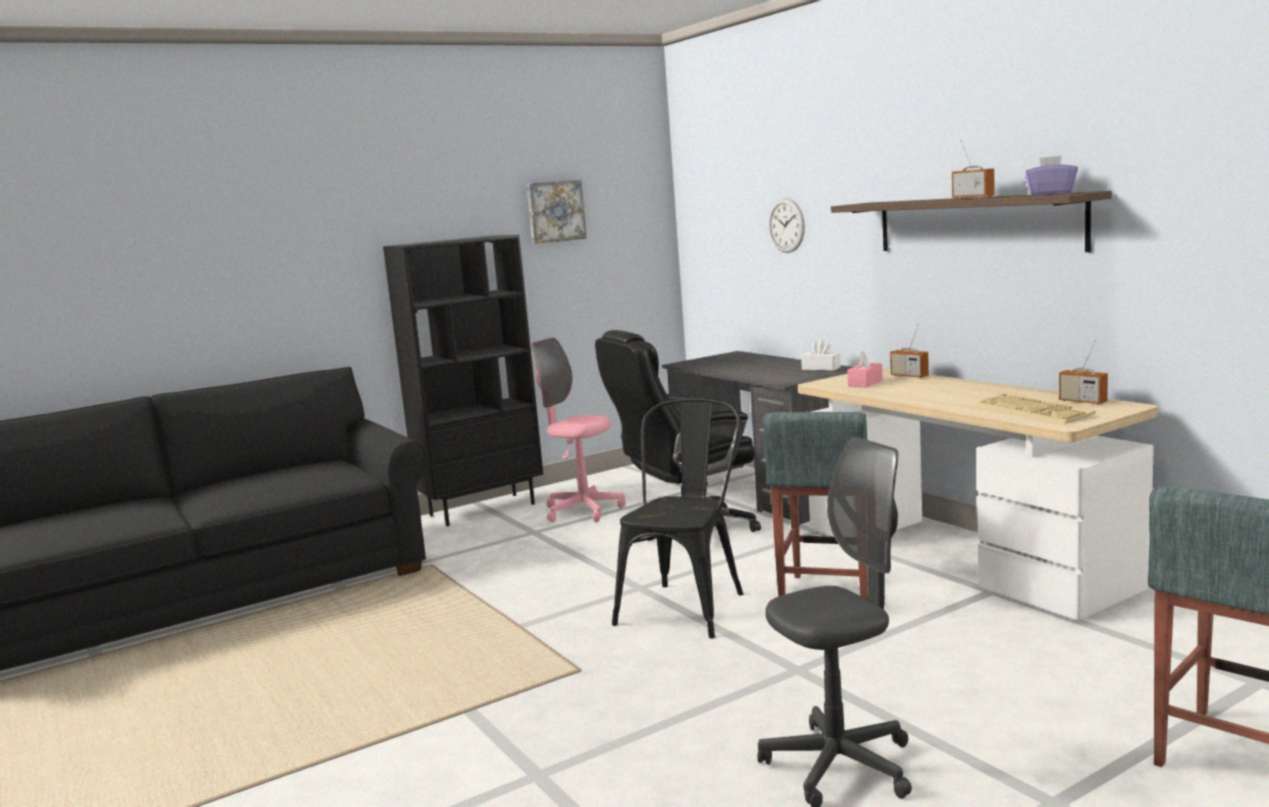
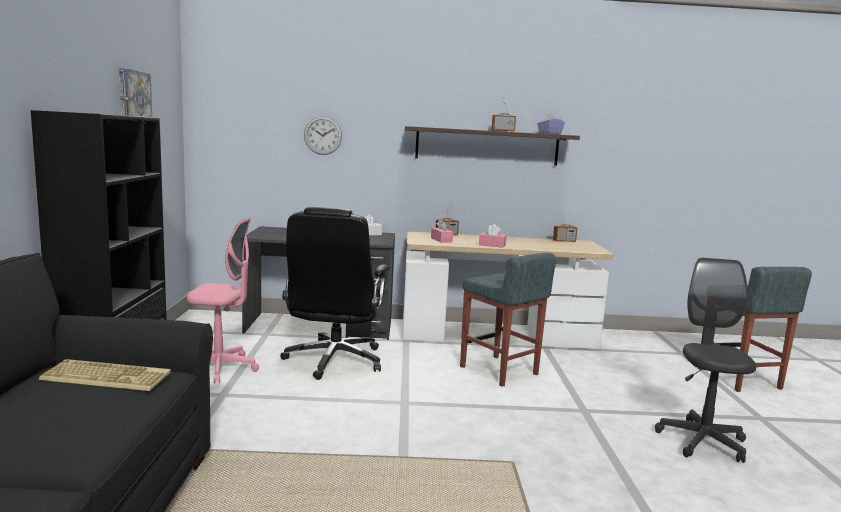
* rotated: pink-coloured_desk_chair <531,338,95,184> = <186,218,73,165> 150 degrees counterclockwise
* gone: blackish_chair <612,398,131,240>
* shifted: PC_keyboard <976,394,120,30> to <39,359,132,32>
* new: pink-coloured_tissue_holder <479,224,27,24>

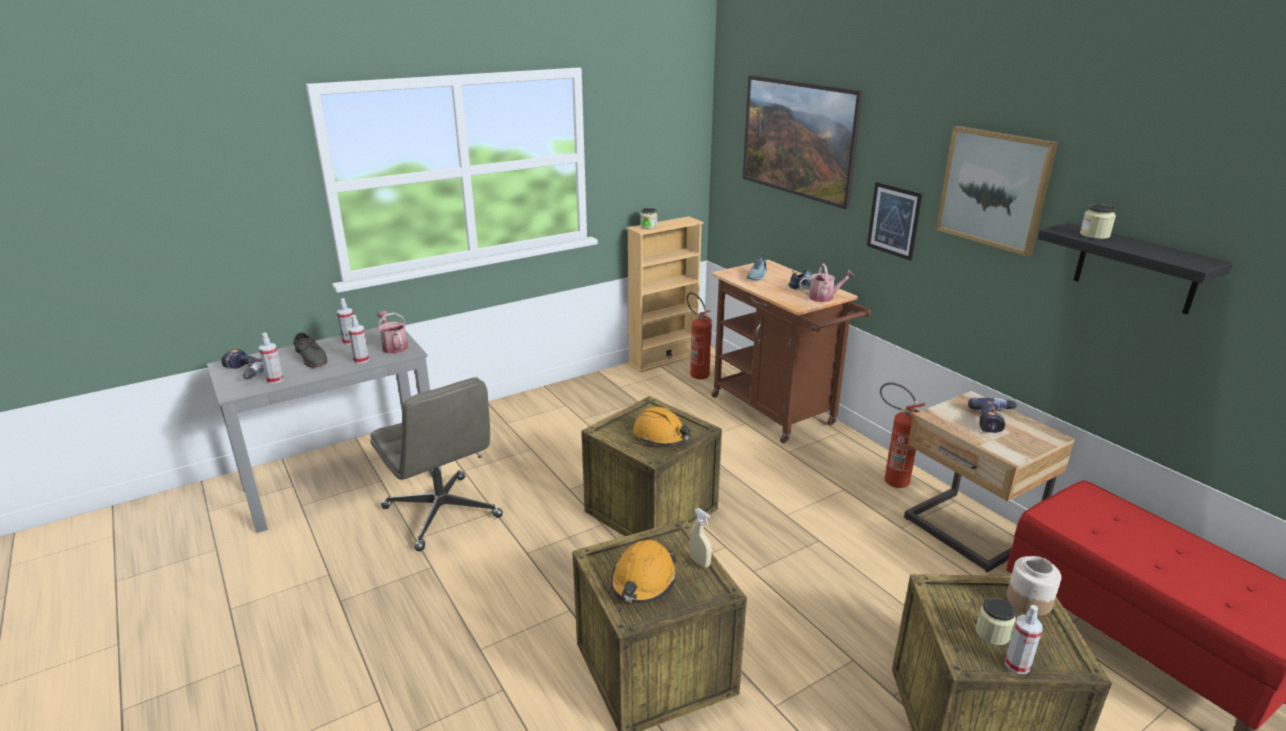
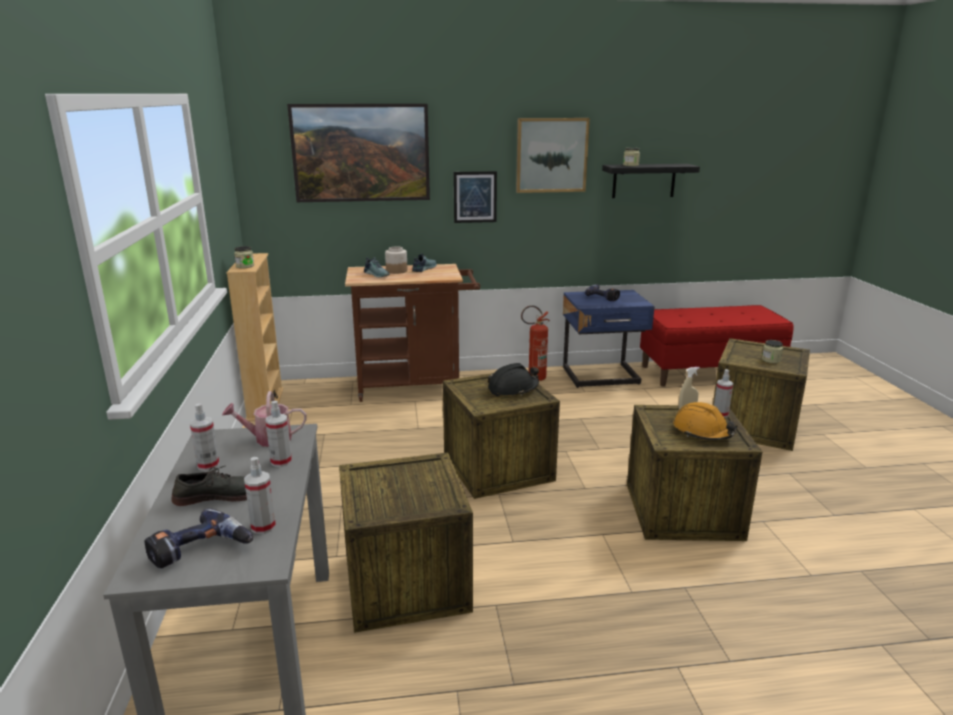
* swapped: grey_desk_chair <370,377,133,174> to crate <339,452,134,181>
* repainted: orangey_work_helmet <633,407,58,39> to blackish_work_helmet <488,363,51,33>
* gone: fire_extinguisher <686,292,26,87>
* gone: watering_pot <799,263,56,39>
* repainted: sand-coloured_bedside_table <904,391,171,181> to blue-coloured_bedside_table <563,290,92,98>
* shifted: spray_bottle <1005,605,38,69> to <714,369,19,49>
* shifted: preserve_jar <1007,556,54,60> to <385,247,23,27>

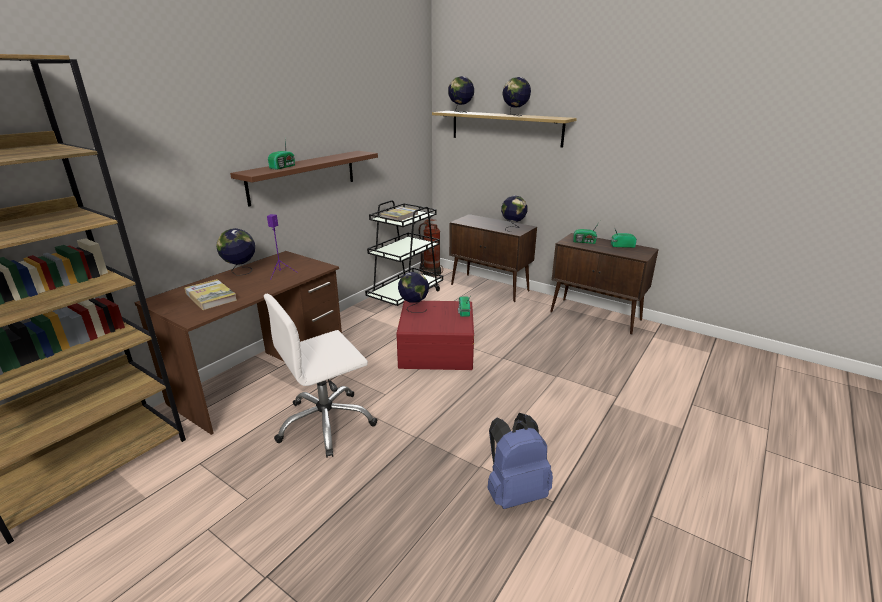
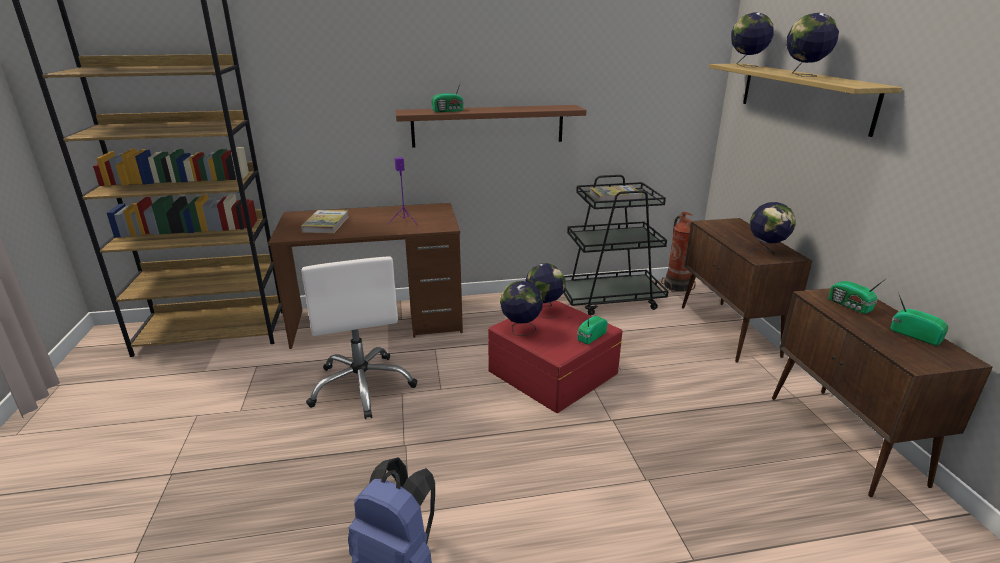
* shifted: globe <216,228,39,48> to <500,281,43,55>
* rotated: whitish_desk_chair <264,294,113,164> = <301,256,116,163> 120 degrees counterclockwise

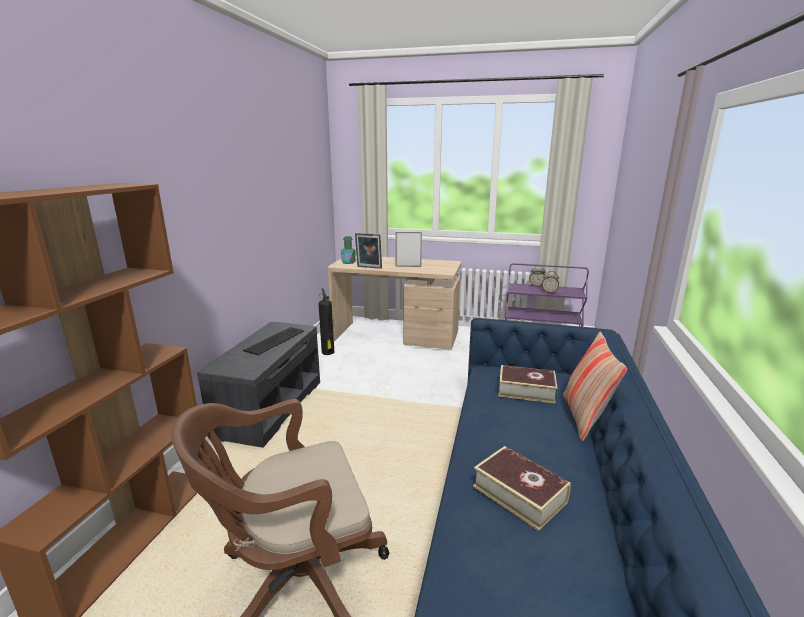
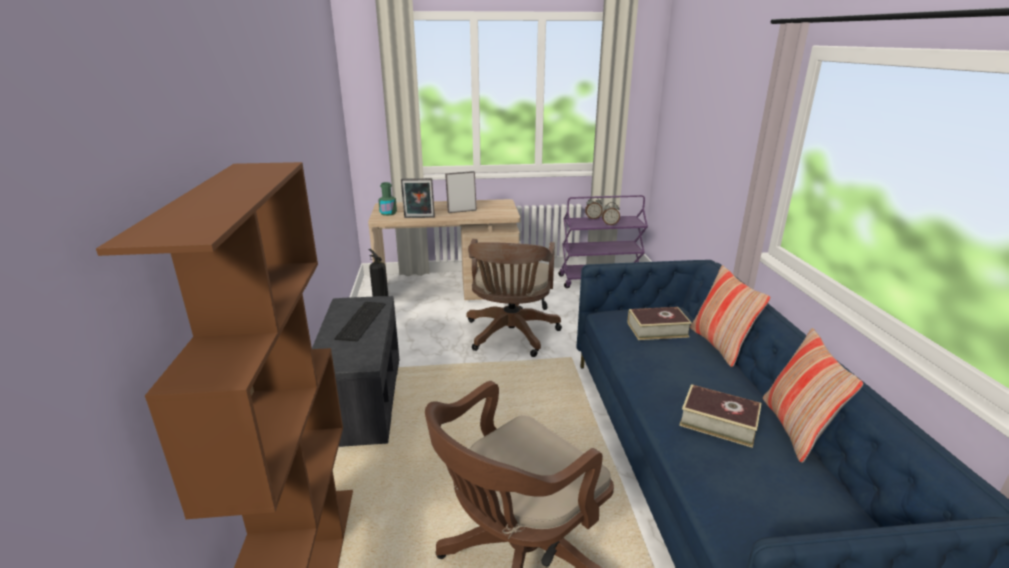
* new: brown_desk_chair <466,239,96,118>
* new: throw_pillow <763,328,100,135>

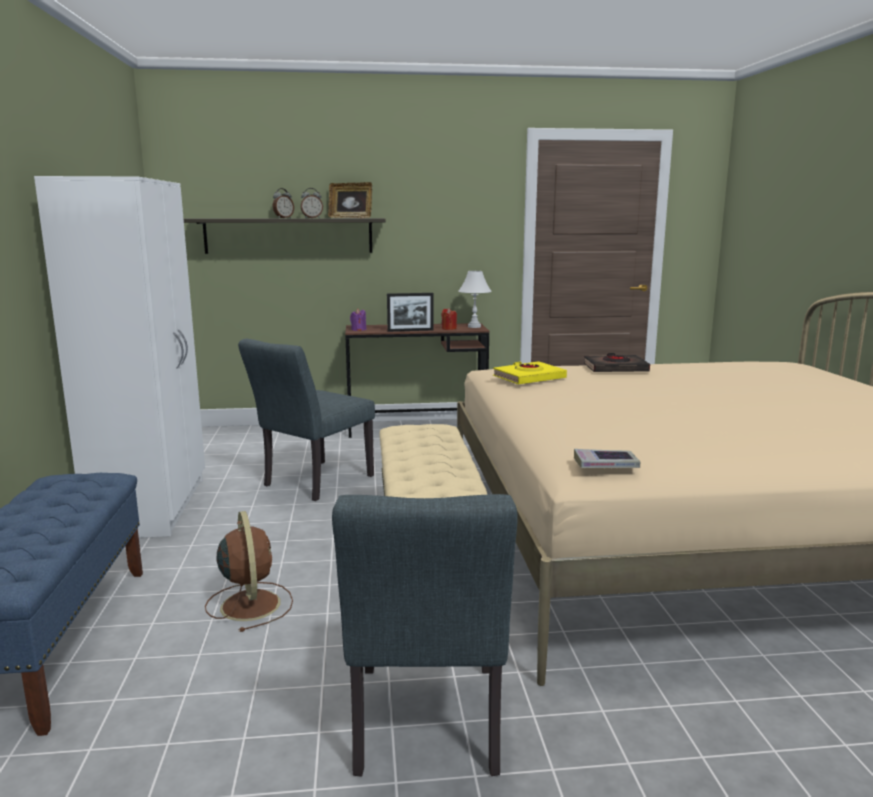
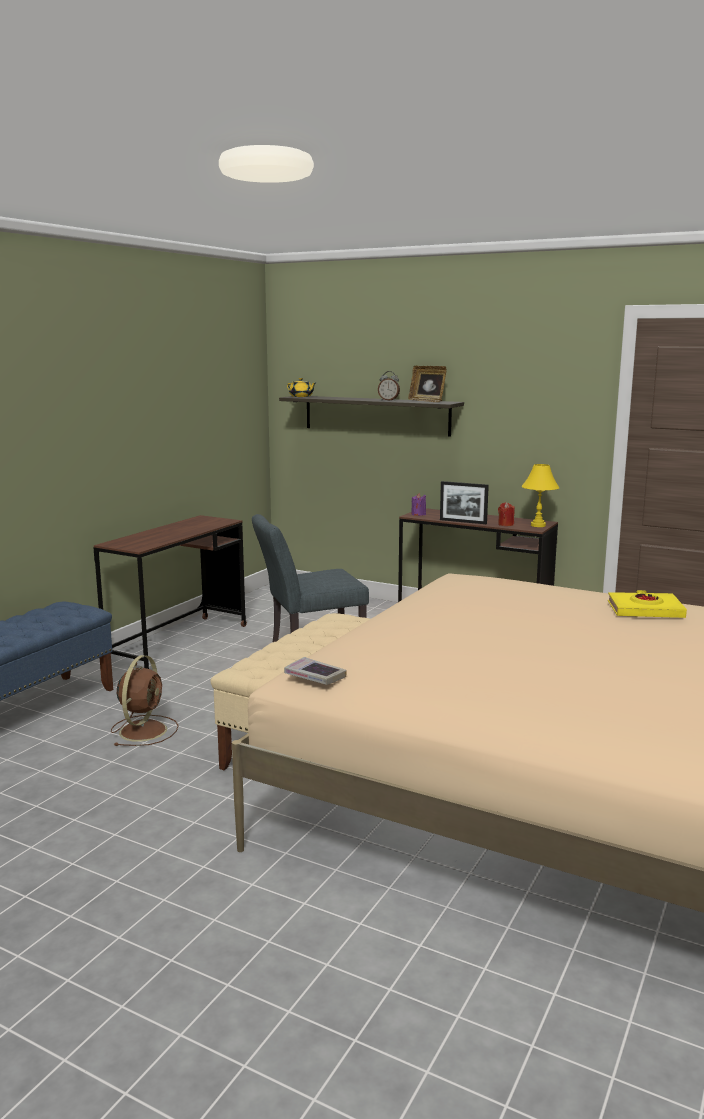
* swapped: whitish_armoire <34,176,171,362> to brown_desk_table <93,515,154,154>
* gone: table_clock <273,188,21,30>
* gone: grey_chair <332,494,186,283>
* repainted: whitish_tabletop_lamp <458,271,34,57> to yellow_tabletop_lamp <522,464,38,63>
* shifted: yellow_book <493,361,74,23> to <608,590,79,28>
* gone: blackish_book <584,353,66,19>
* new: yellow_pot_for_tea <287,378,29,19>

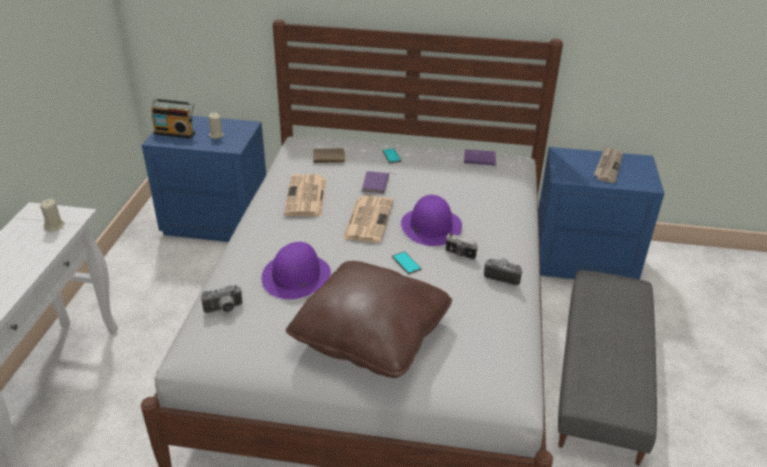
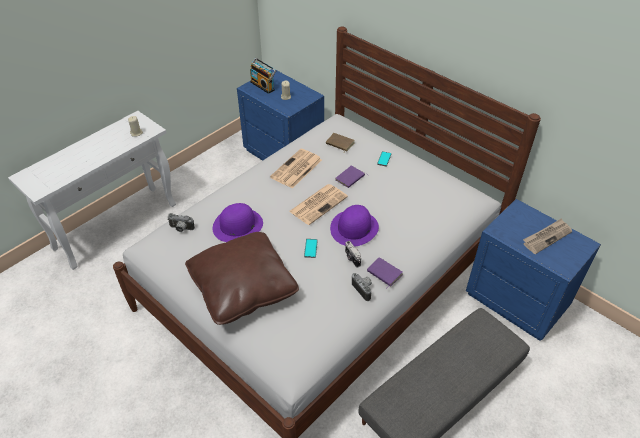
* shifted: purple_book <464,150,33,16> to <367,257,36,32>

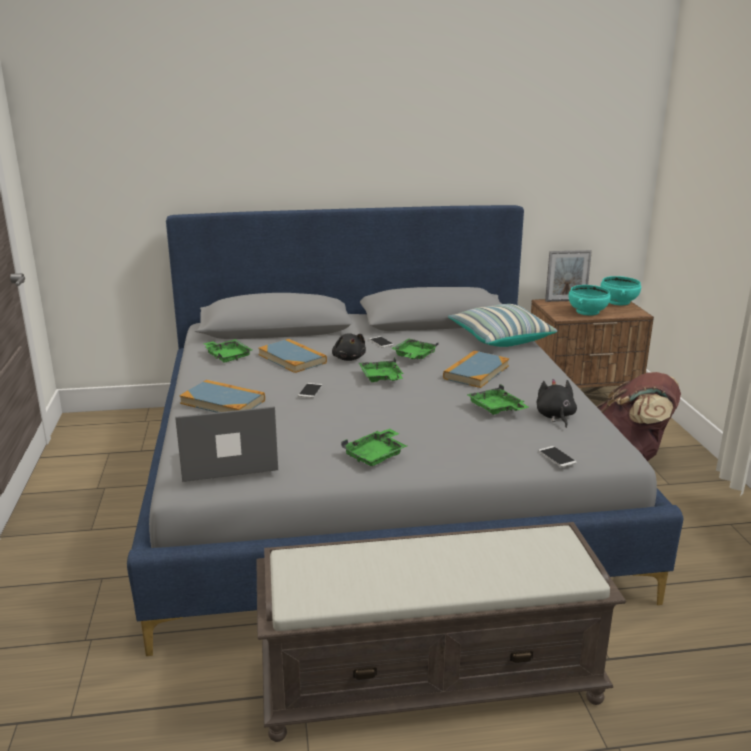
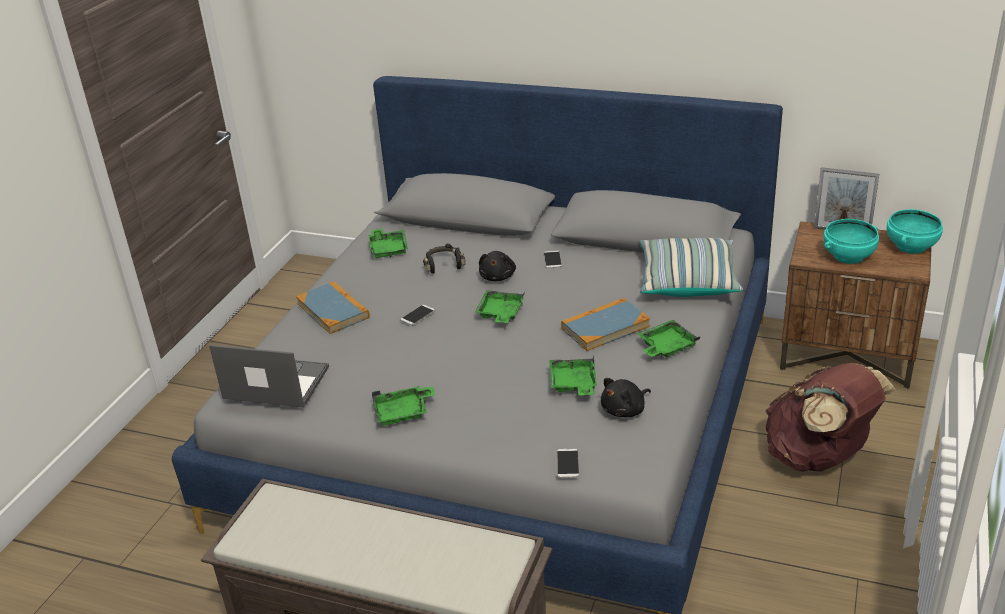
* swapped: book <258,339,69,34> to blackish_headset <423,243,43,31>
* shifted: greenish_tray <391,339,48,21> to <637,320,63,37>
* rotated: blackish_cuddly_toy <537,379,40,49> = <601,378,50,39> 150 degrees counterclockwise

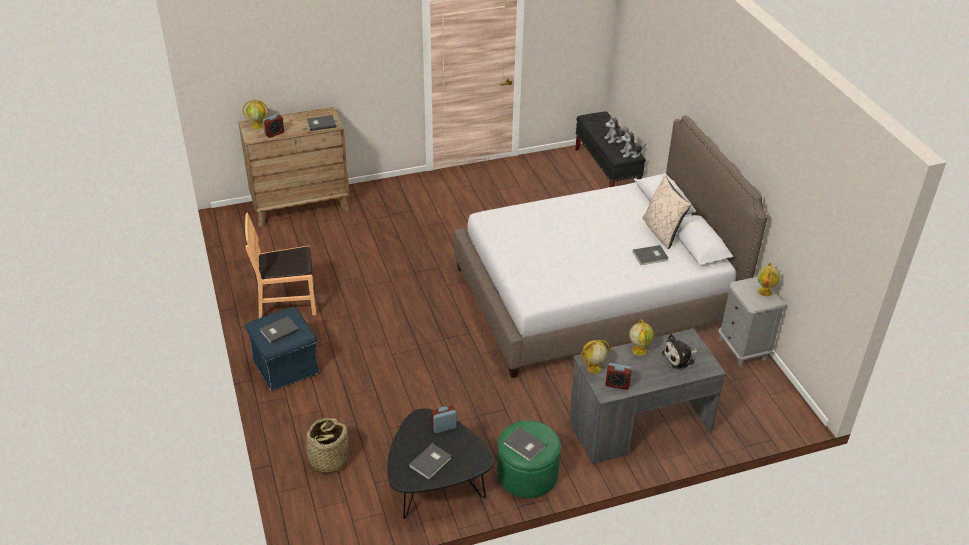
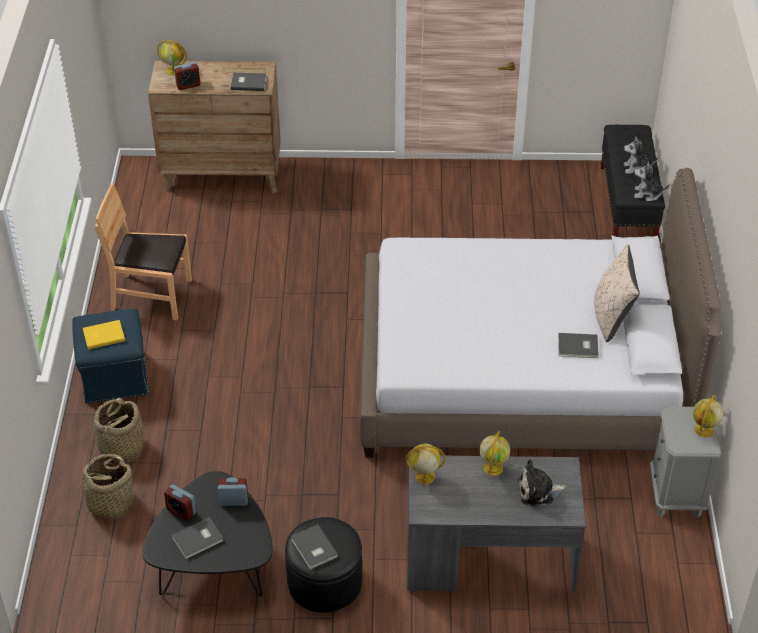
* repainted: grey_book <260,317,39,27> to yellow_book <83,320,42,29>
* repainted: greenish_ottoman <497,421,64,77> to blackish_ottoman <285,517,78,96>
* shifted: table_clock <605,363,27,27> to <164,484,32,37>
* new: basket <94,398,50,64>

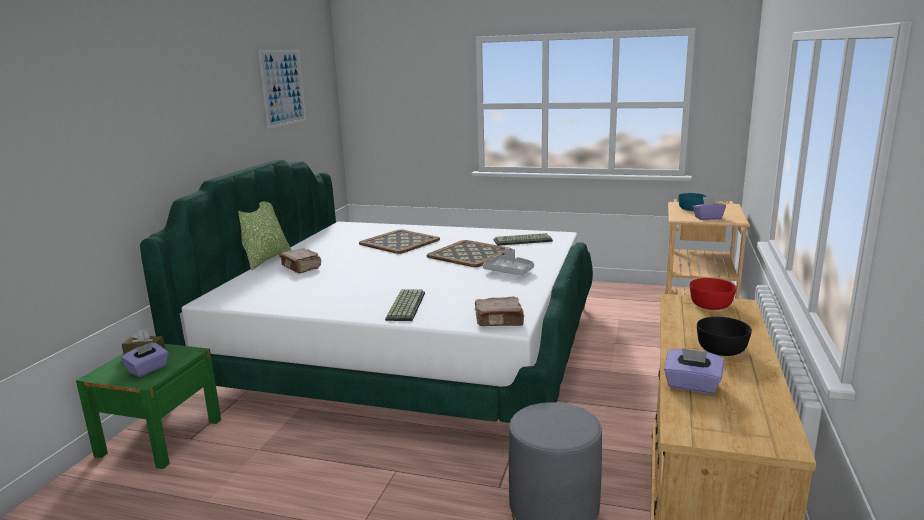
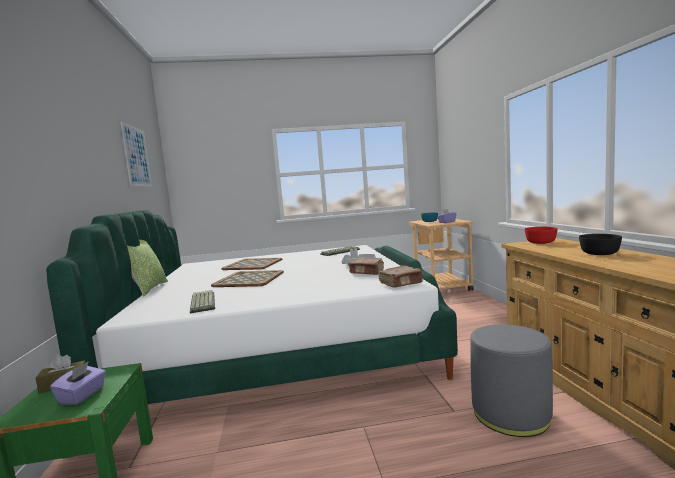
* shifted: brown_book <279,248,43,25> to <348,258,36,17>
* shifted: PC_keyboard <385,289,40,32> to <190,290,25,23>
* shifted: tray <427,240,85,27> to <211,270,73,17>
* gone: purple_tissue_holder <664,348,60,46>

